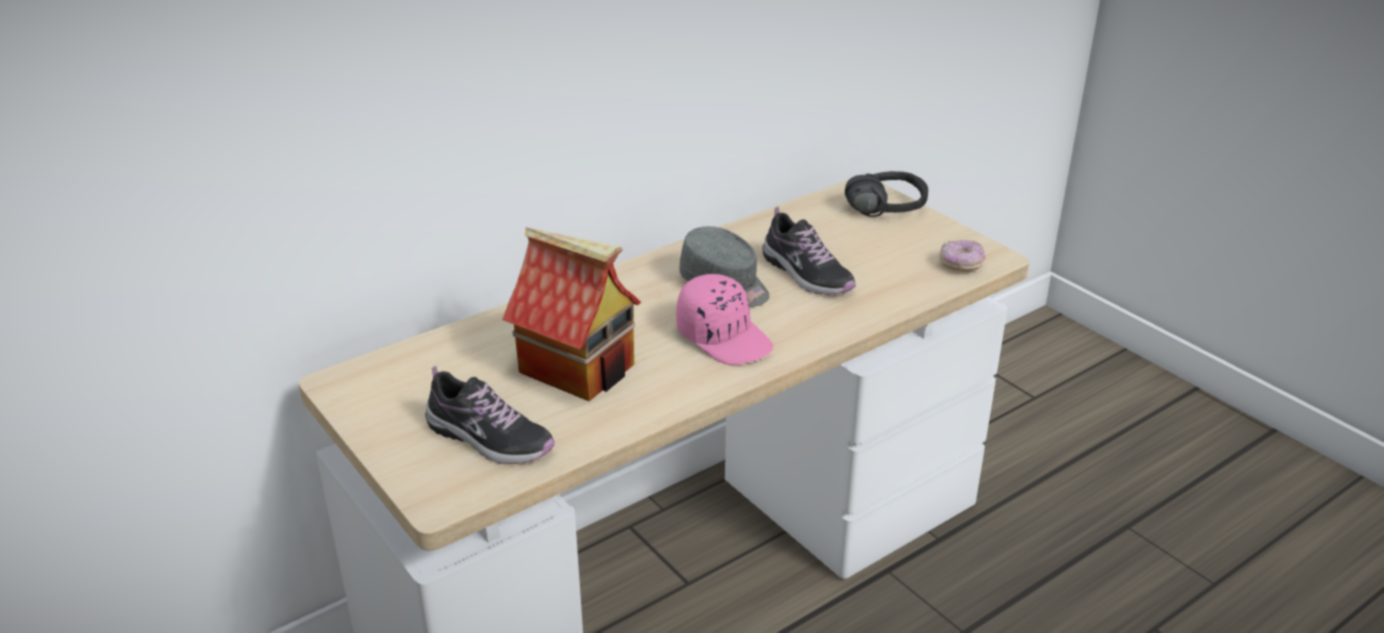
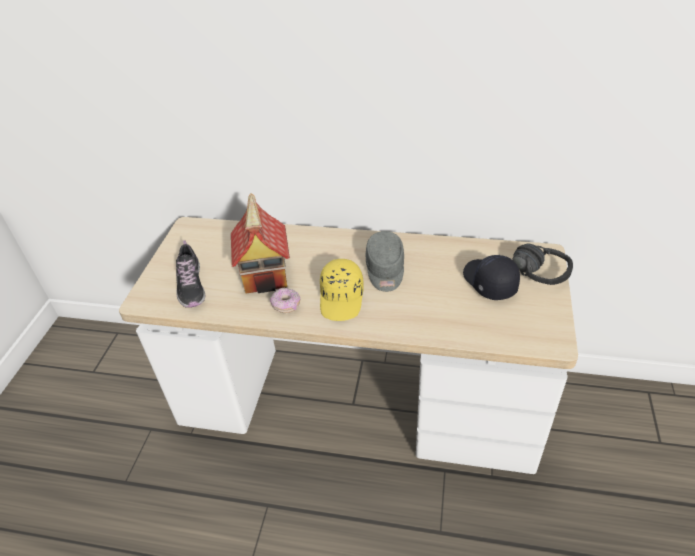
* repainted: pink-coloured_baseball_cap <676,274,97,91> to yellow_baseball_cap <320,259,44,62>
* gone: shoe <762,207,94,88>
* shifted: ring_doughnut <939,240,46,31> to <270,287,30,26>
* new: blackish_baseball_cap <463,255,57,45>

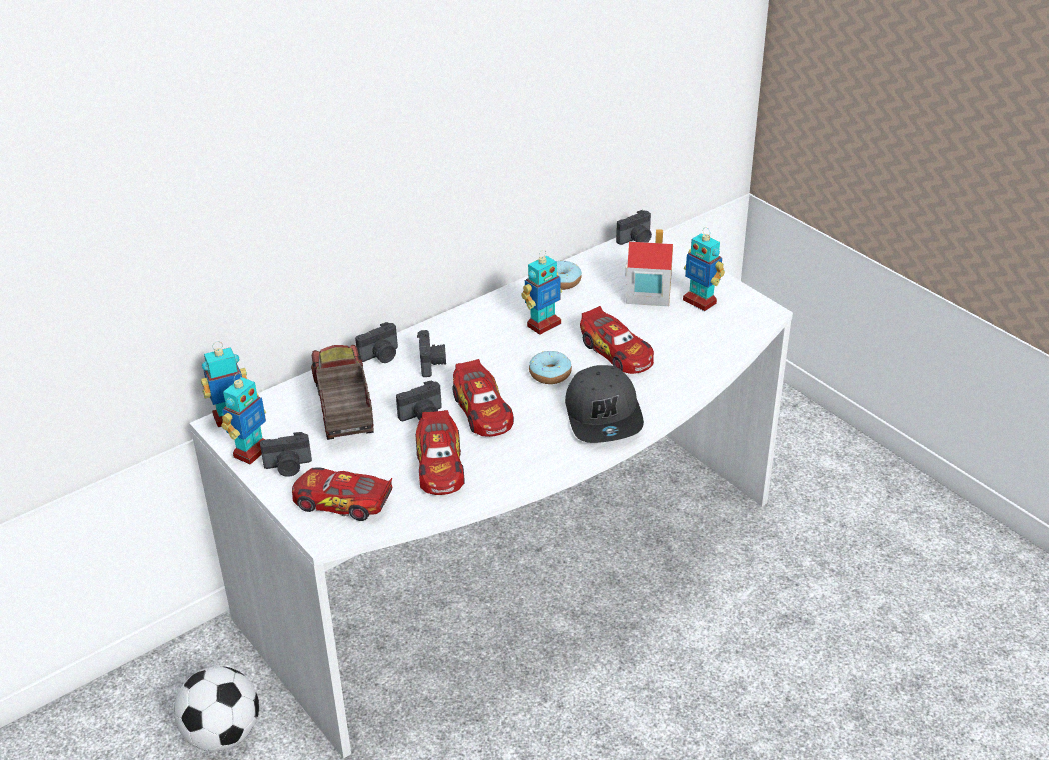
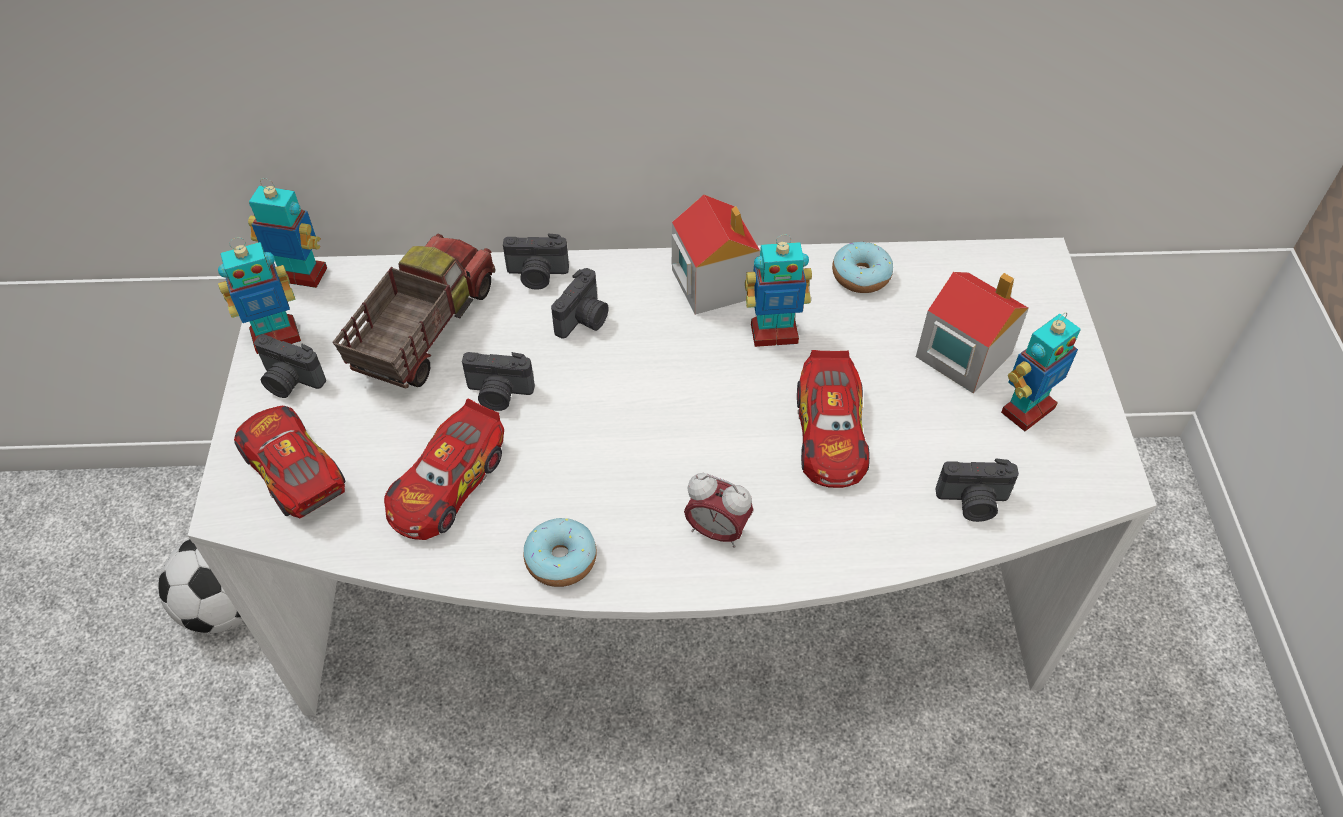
* gone: toy_car <452,359,62,78>
* shifted: ring_doughnut <529,351,43,33> to <524,518,73,69>
* swapped: grey_baseball_cap <565,365,79,78> to table_clock <684,473,69,75>
* shifted: still_camera <616,210,36,35> to <936,458,83,64>
* rotated: toy_robot <683,227,42,84> = <1001,312,80,119> 120 degrees counterclockwise
* new: model_house <672,195,88,120>

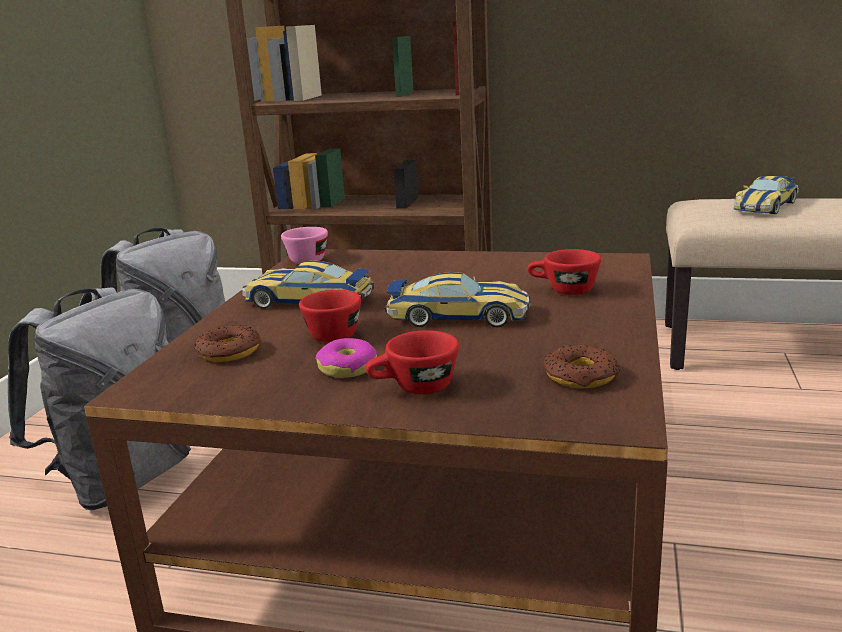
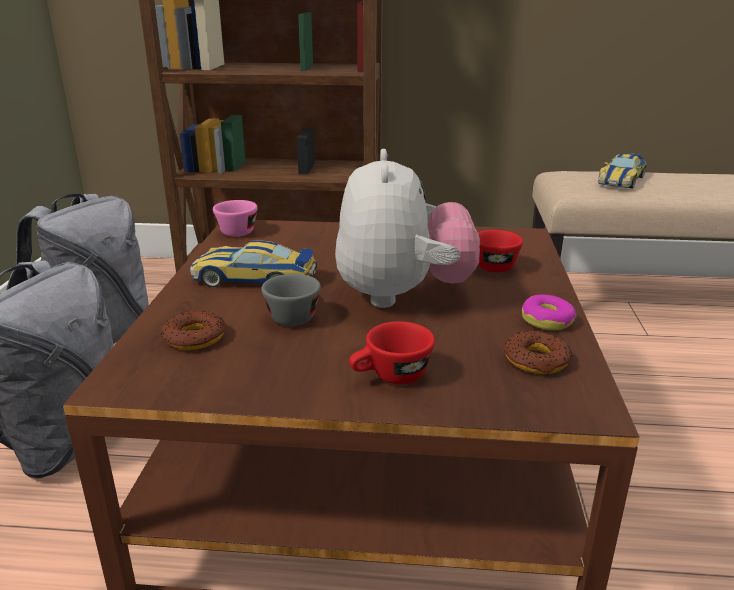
* repainted: reddish_drinking_cup <299,290,62,52> to grey_drinking_cup <261,274,60,52>
* shifted: ring_doughnut <316,338,61,40> to <522,295,54,35>
* swapped: toy_car <385,272,145,55> to cuddly_toy <335,149,145,159>

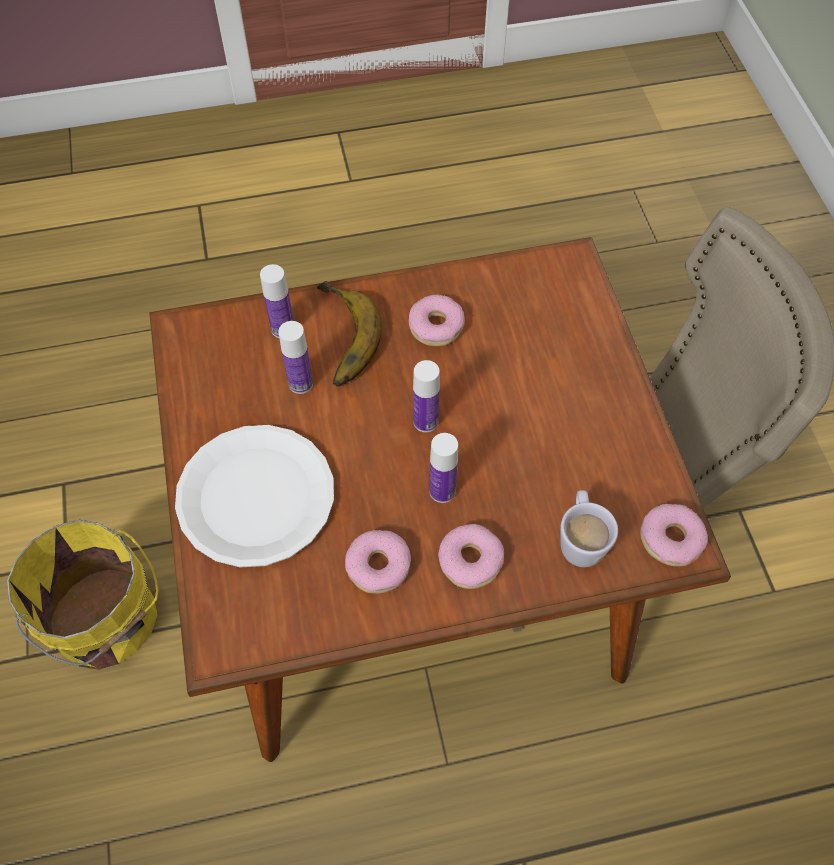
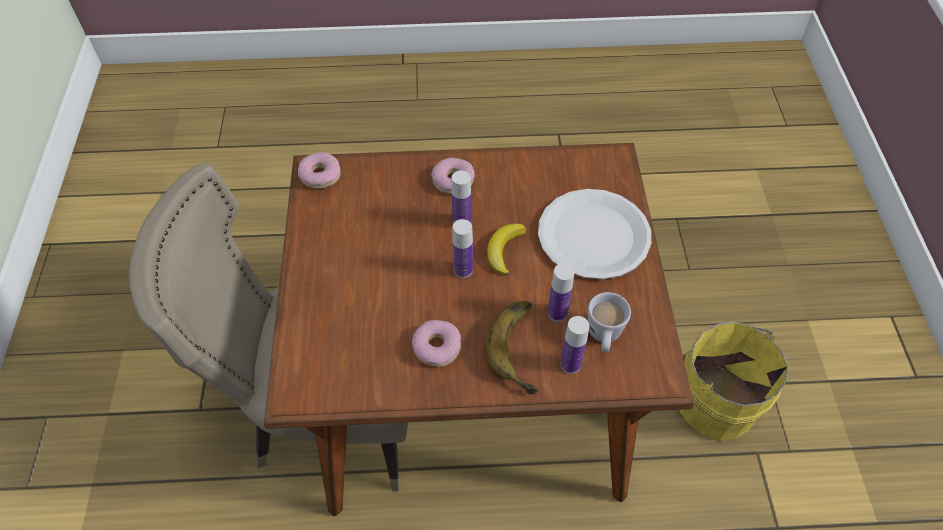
* gone: ring_doughnut <345,530,66,64>
* shifted: whitish_coffee_mug <560,490,58,77> to <588,292,43,60>
* new: banana_fruit <487,224,39,52>

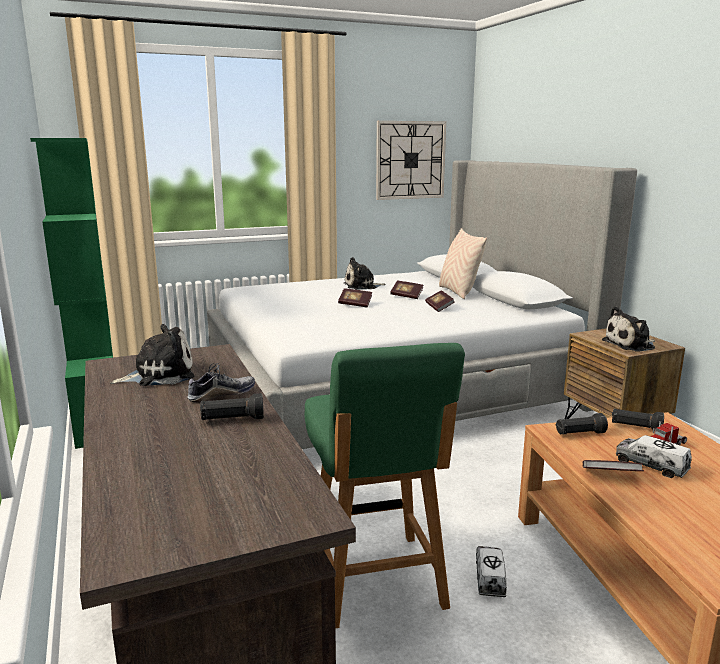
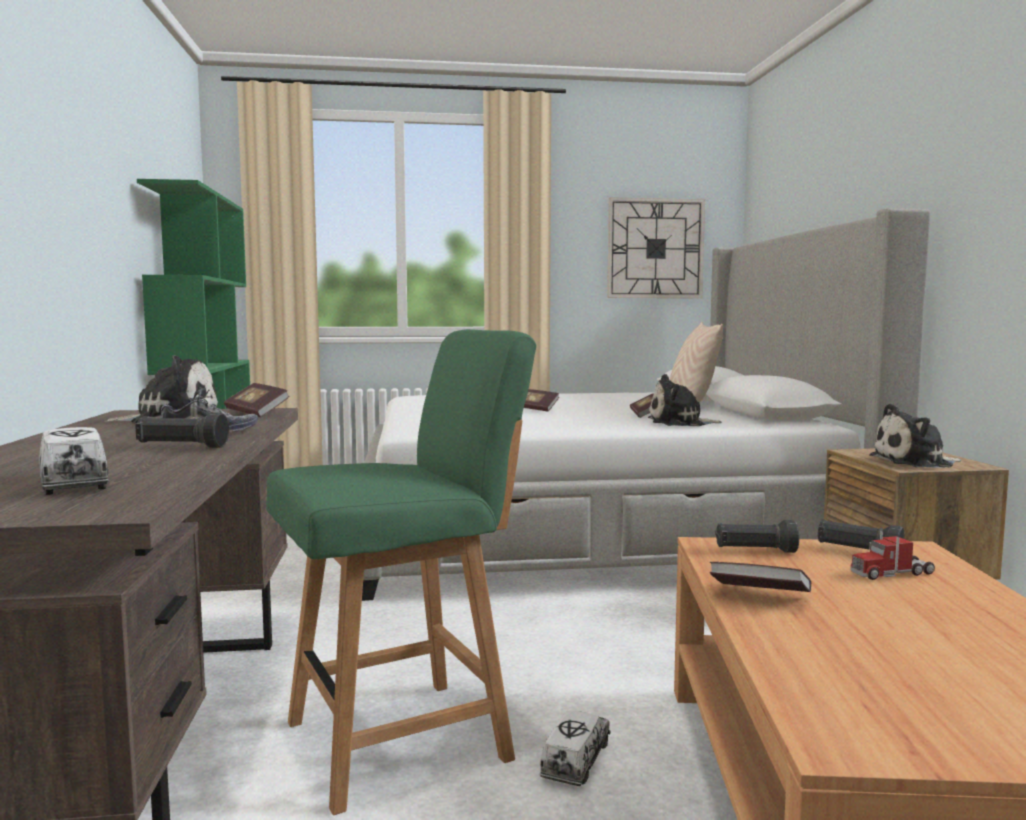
* rotated: greenish_chair <305,343,160,286> = <266,329,270,486> 120 degrees counterclockwise
* shifted: cuddly_toy <344,257,42,33> to <648,374,74,52>
* shifted: book <390,281,33,18> to <224,383,66,34>
* shifted: toy_truck <616,435,76,43> to <39,427,70,68>

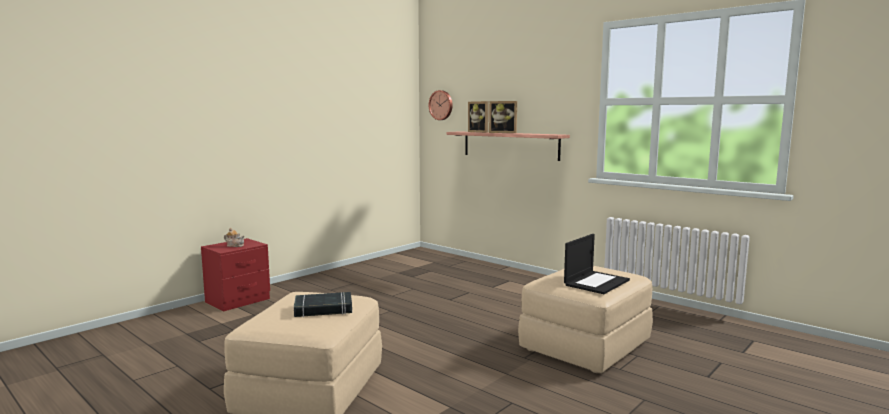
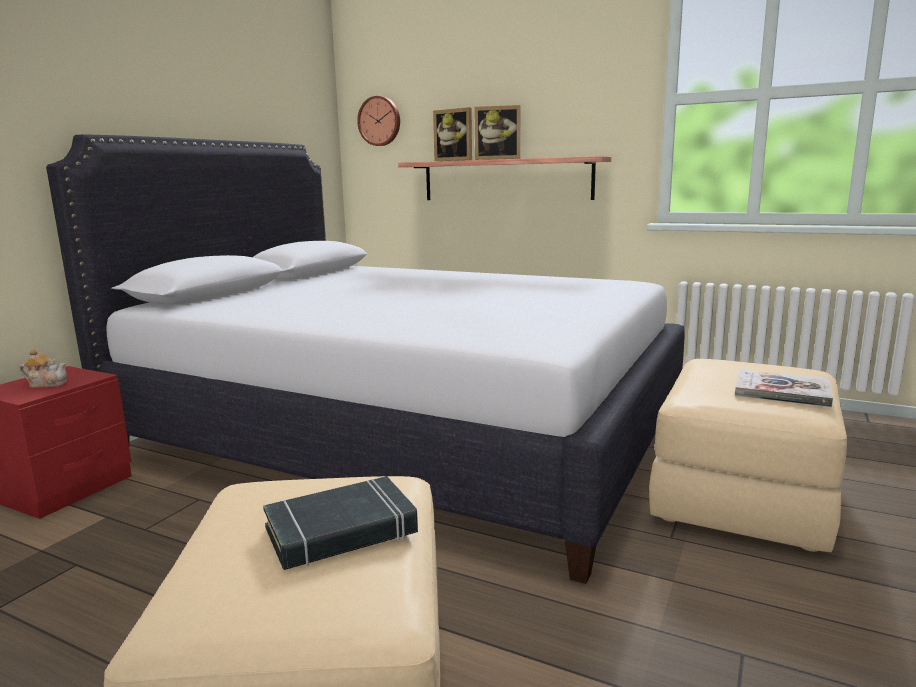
* swapped: laptop <564,234,66,60> to book <735,369,98,38>
* new: whitish_bedroom_bed <46,134,639,450>

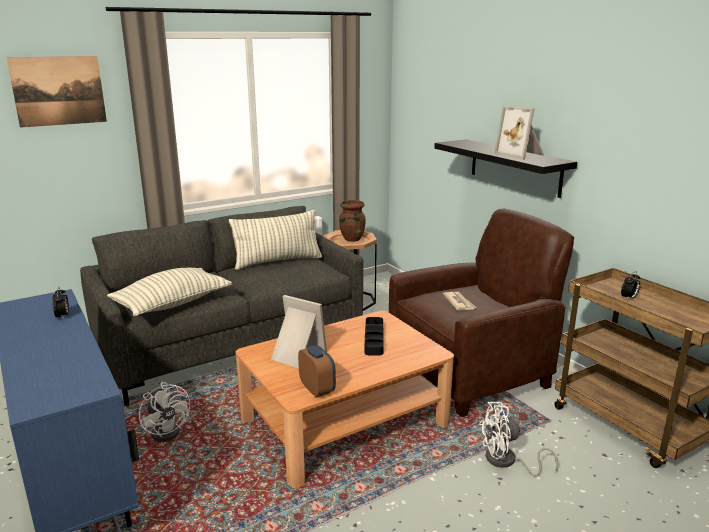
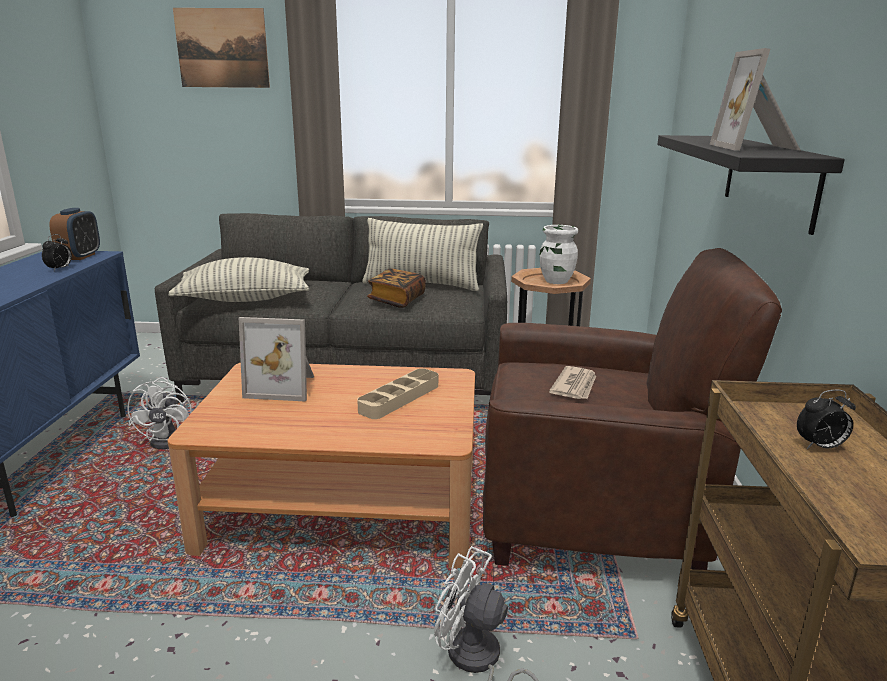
* rotated: picture_frame <271,295,56,73> = <239,317,75,85> 120 degrees clockwise
* shifted: table_clock <298,345,38,52> to <49,208,51,52>
* repainted: brown_flower_vase <339,200,26,42> to whitish_flower_vase <540,225,38,59>
* repainted: blackish_tray <364,317,20,39> to sand-coloured_tray <357,368,81,51>
* new: book <367,269,59,39>

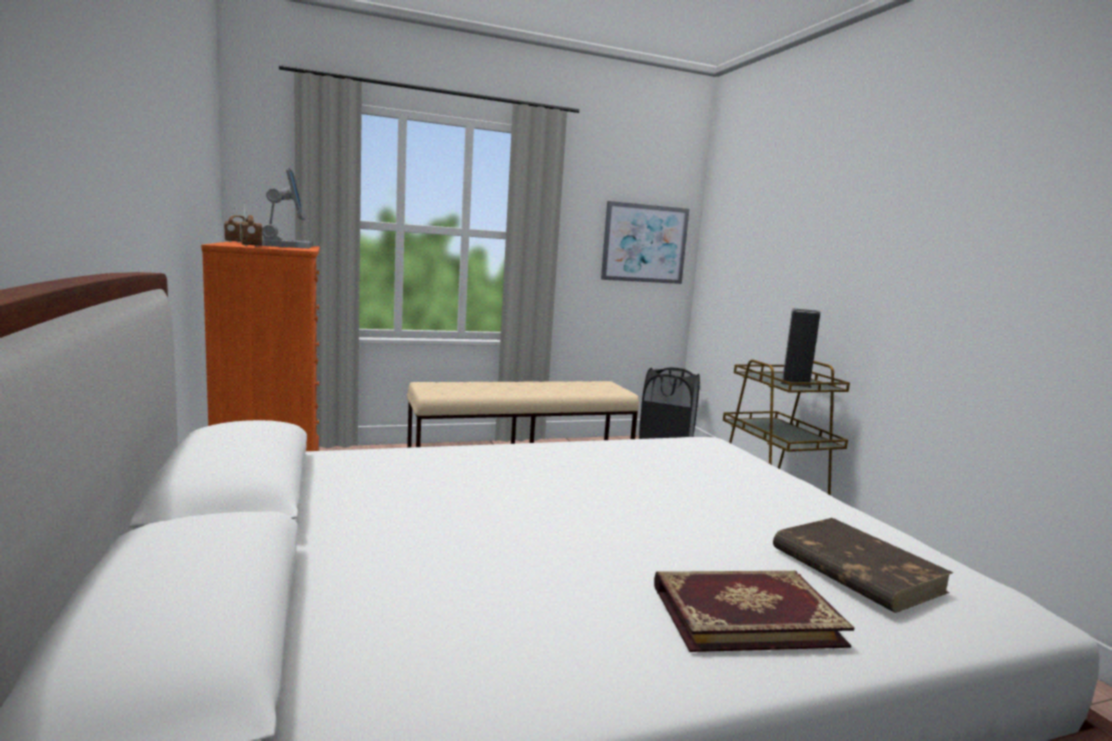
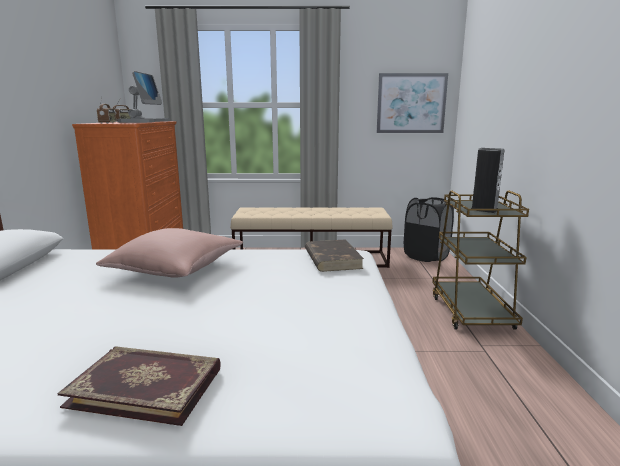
* shifted: brown_book <773,518,180,95> to <305,239,59,33>
* new: pink-coloured_throw_pillow <96,228,147,50>

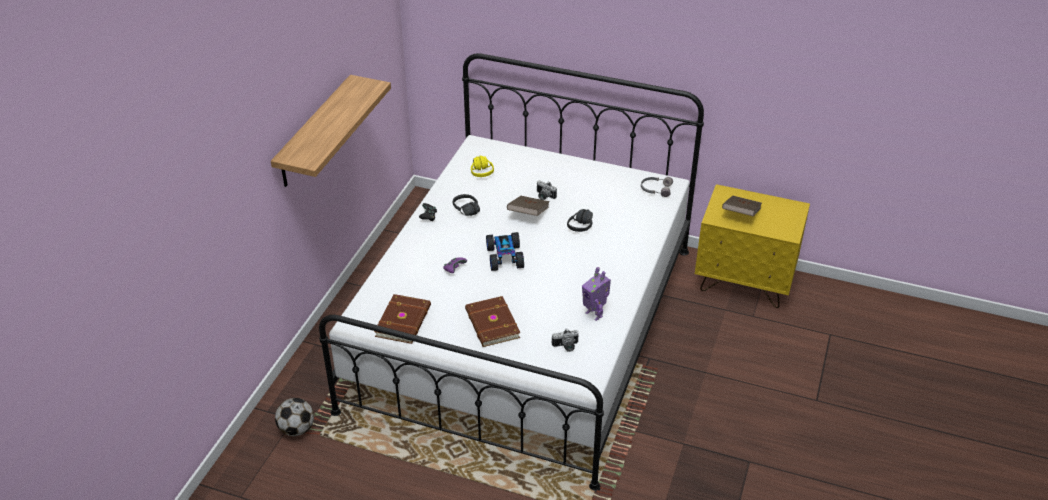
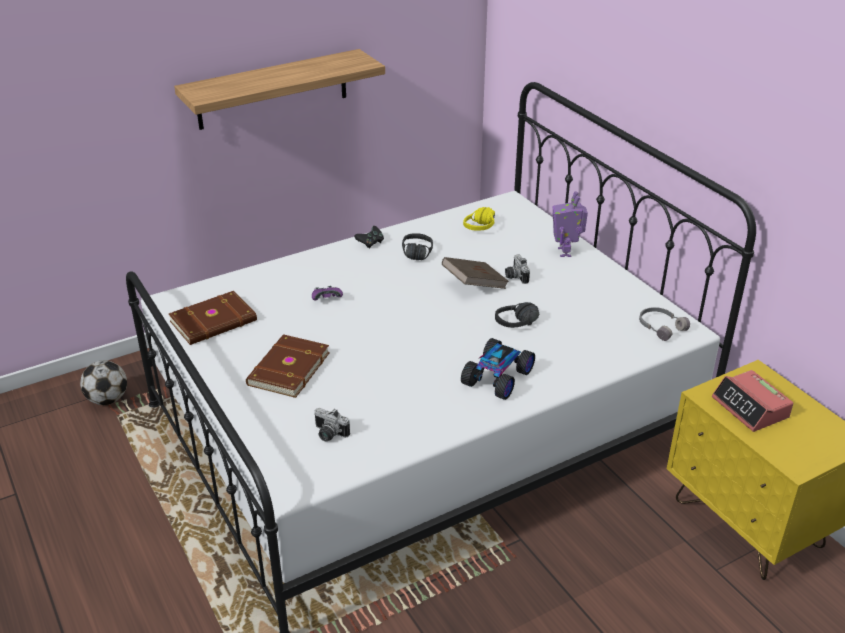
* shifted: toy_car <486,232,38,39> to <461,338,74,62>
* shifted: toy_robot <582,267,29,54> to <553,191,35,66>
* swapped: brown_book <722,195,40,21> to table_clock <712,370,81,62>

